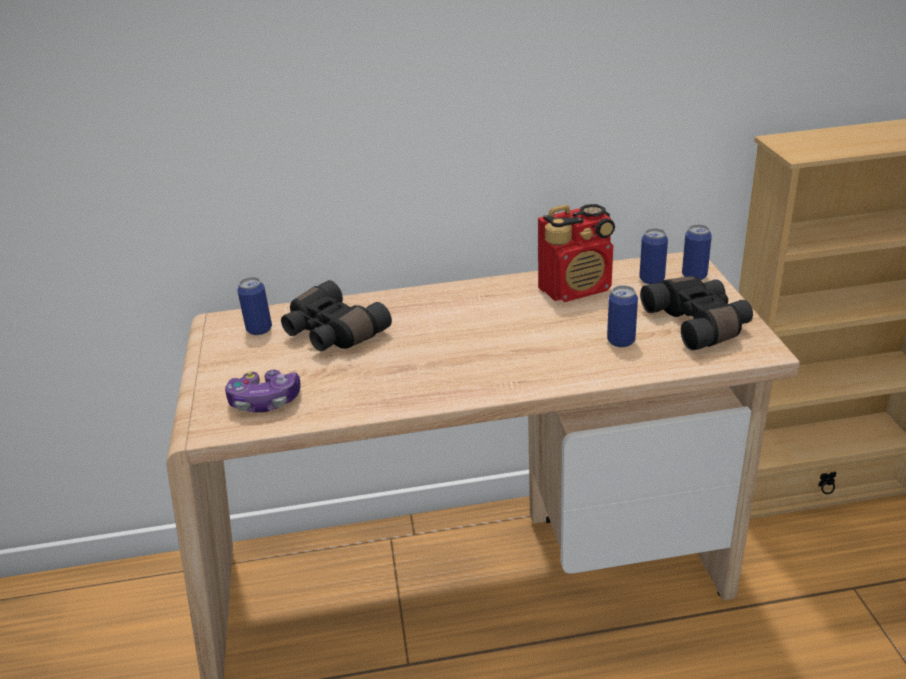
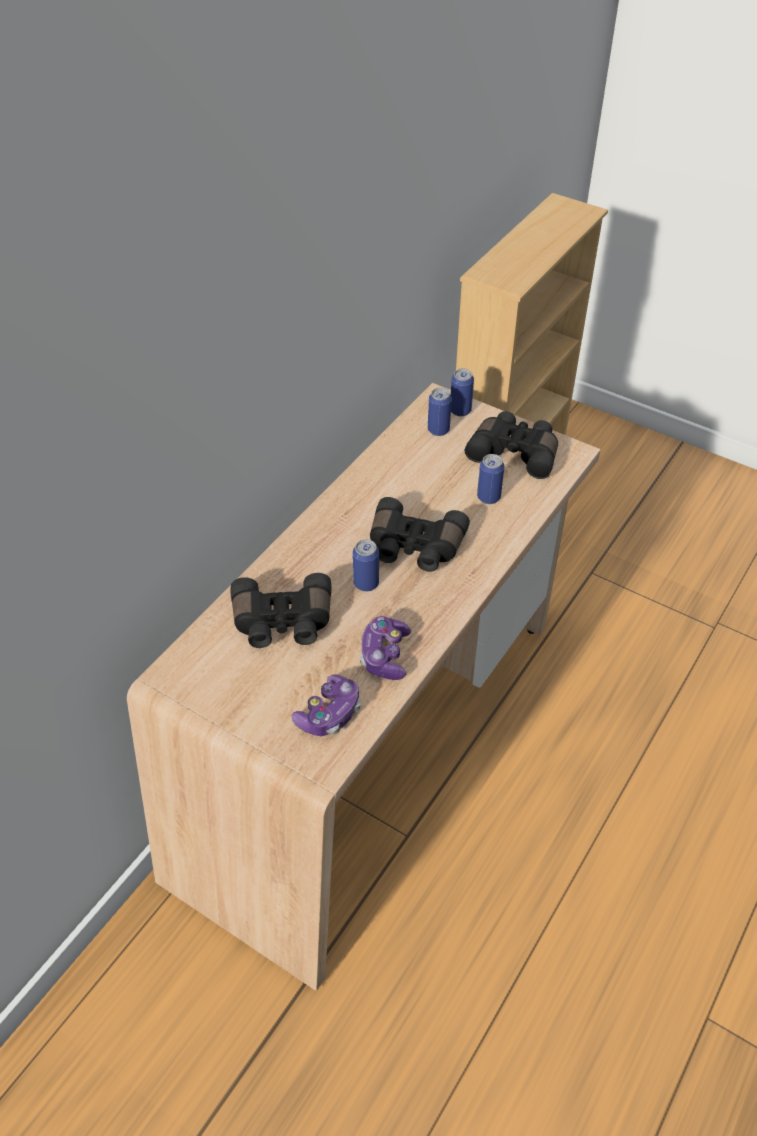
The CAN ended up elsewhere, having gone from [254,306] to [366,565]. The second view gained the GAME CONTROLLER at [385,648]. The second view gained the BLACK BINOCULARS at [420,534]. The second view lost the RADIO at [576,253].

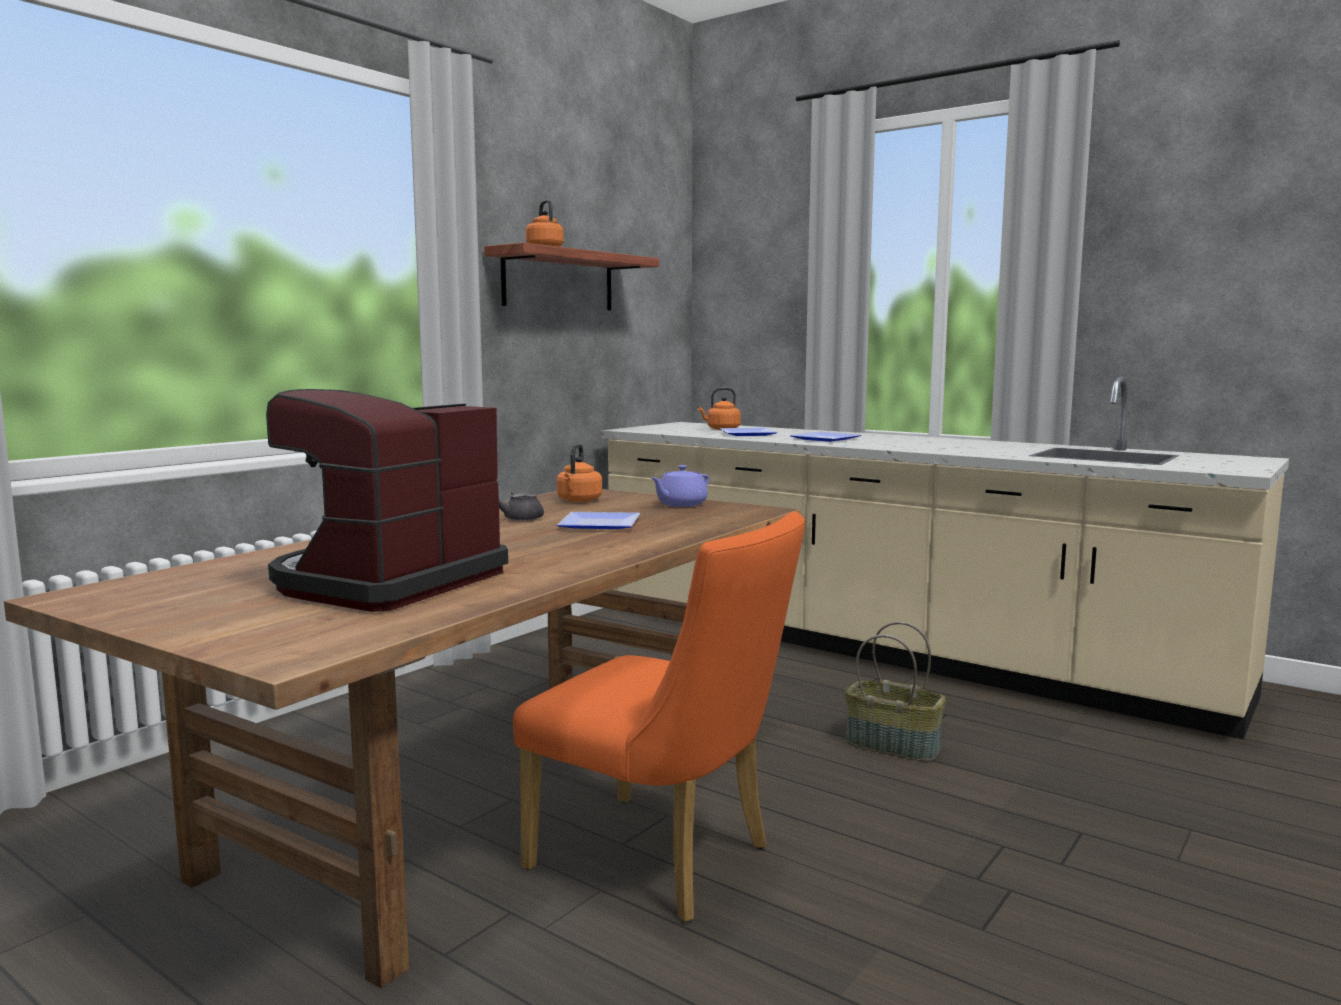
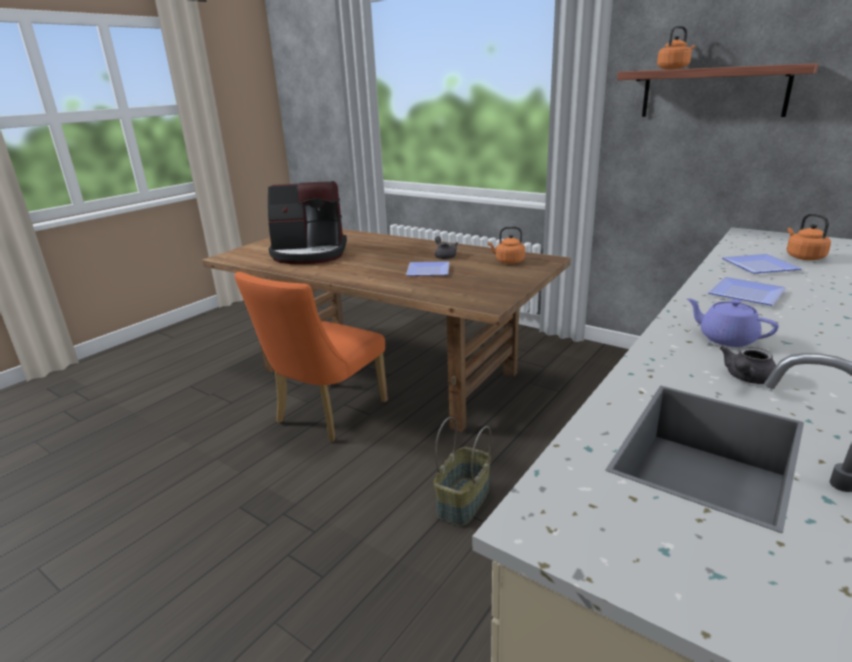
The COFFEE MACHINE at [387,500] ended up facing another way, 150 degrees clockwise from before. The PURPLE TEAPOT ended up elsewhere, having gone from [680,486] to [732,322]. The second view gained the GREY TEAPOT at [748,365].

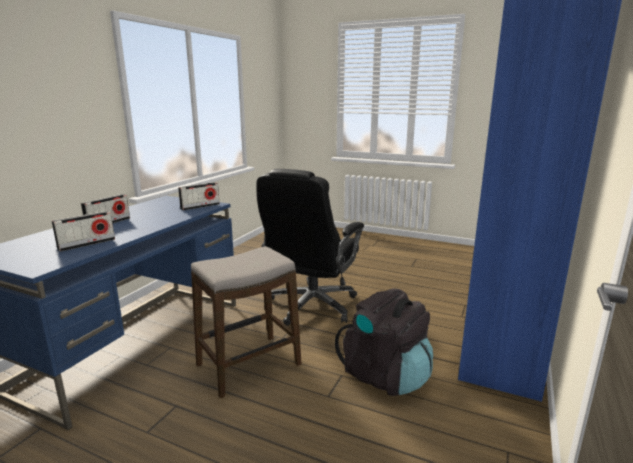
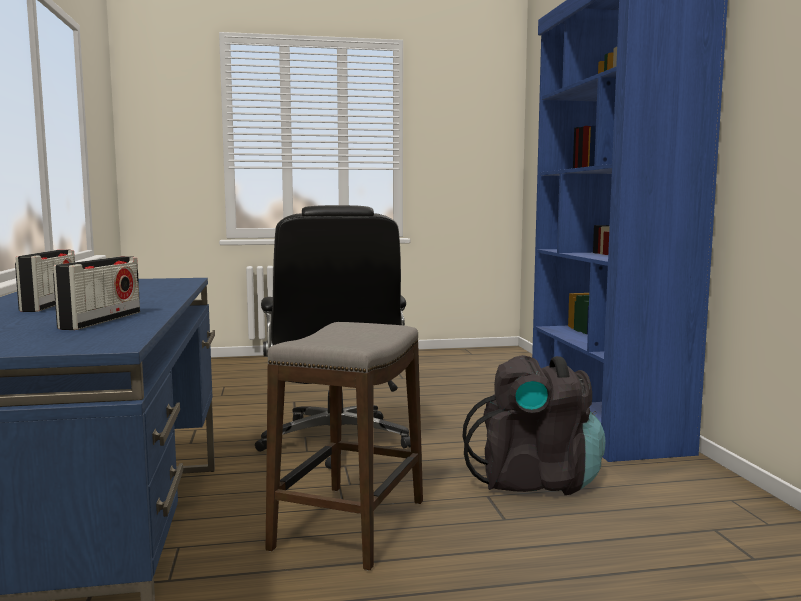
The second view lost the RADIO at [199,196].

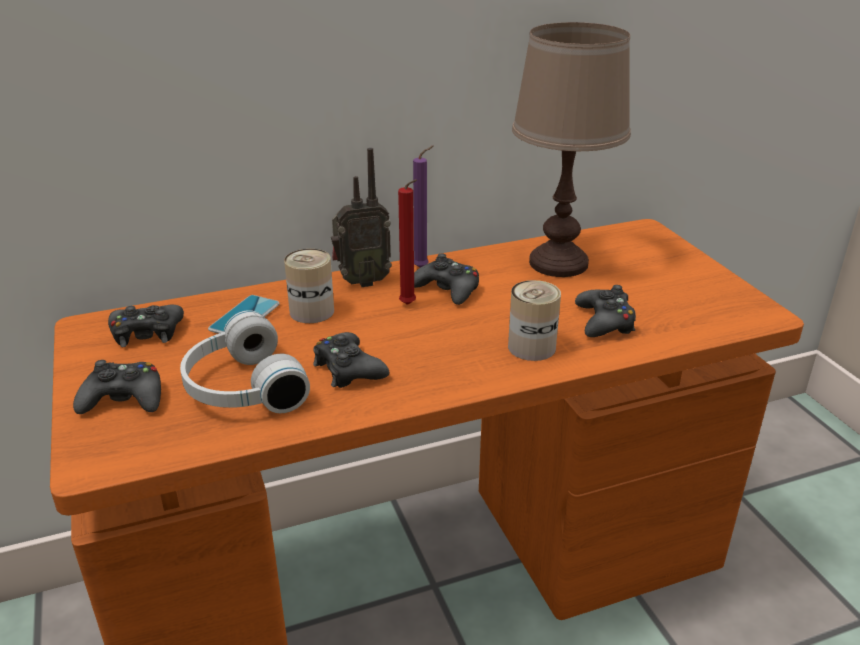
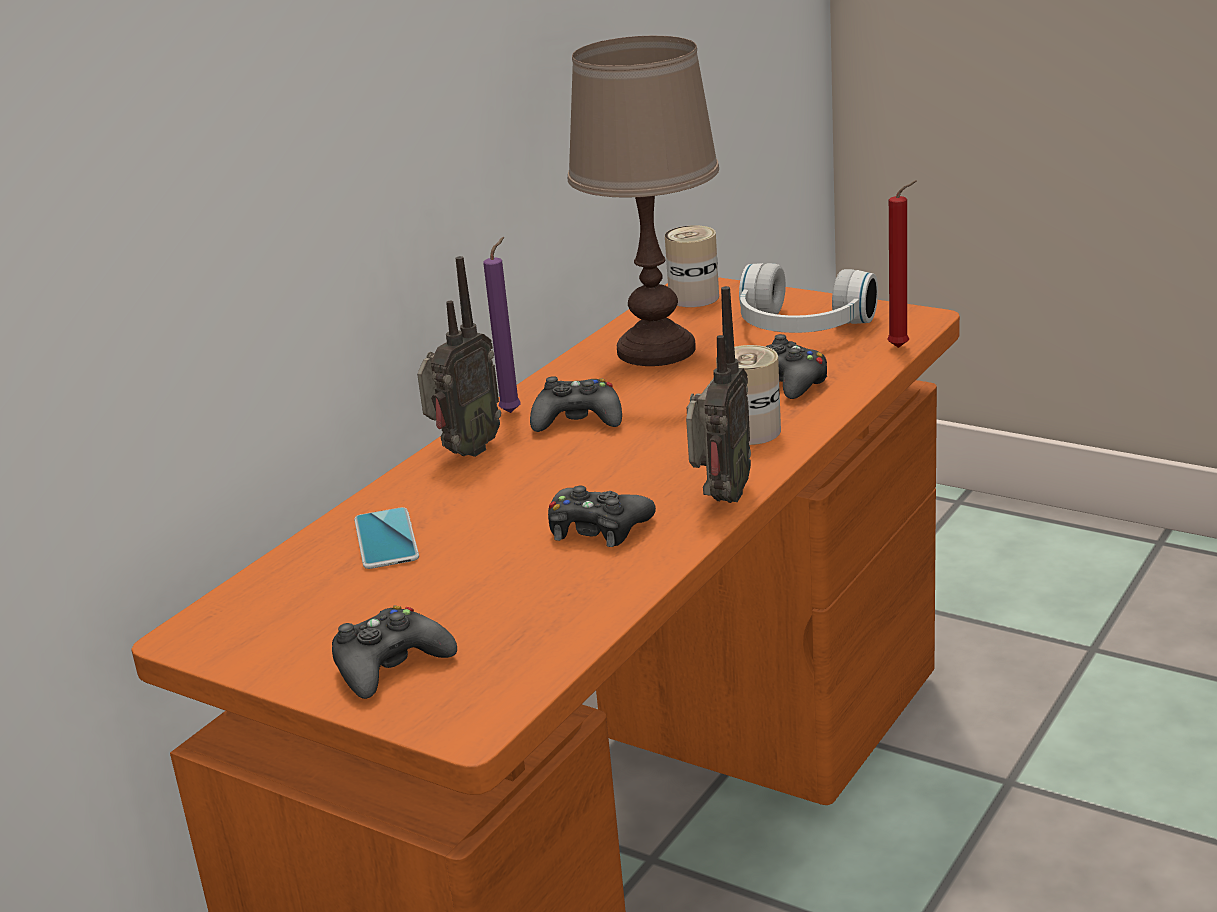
The CAN ended up elsewhere, having gone from [309,286] to [692,266]. The second view gained the RADIO at [718,394]. The WHITE HEADPHONES ended up elsewhere, having gone from [245,361] to [808,298]. The RED CANDLE ended up elsewhere, having gone from [407,242] to [902,264]. The second view lost the BLACK GAME CONTROLLER at [146,326].

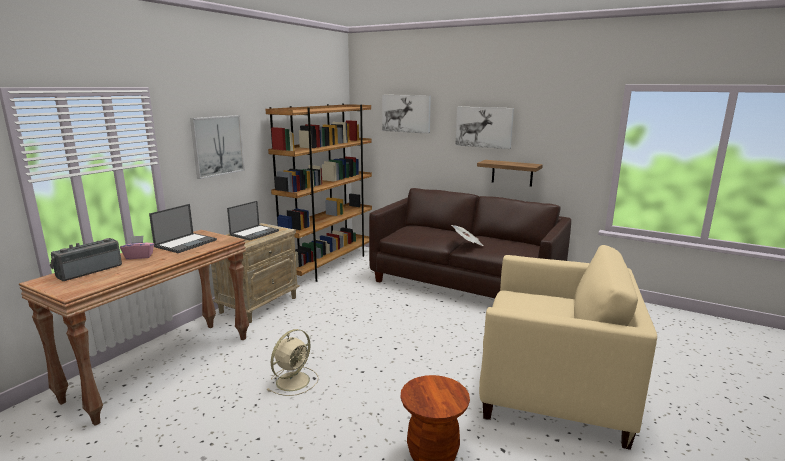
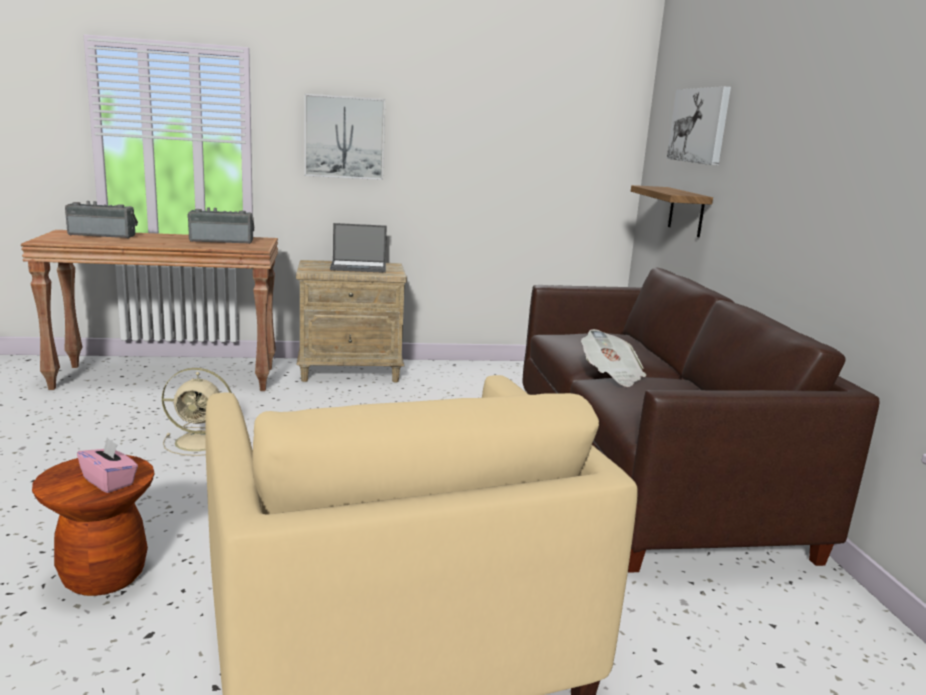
The PINK TISSUE BOX ended up elsewhere, having gone from [137,247] to [107,465]. Where the LAPTOP stood at [183,228], the RADIO came to stand at [221,225]. The SHELF ended up elsewhere, having gone from [510,173] to [672,211]. The second view lost the BROWN BOOKCASE at [318,193]. The second view lost the PICTURE at [485,128].

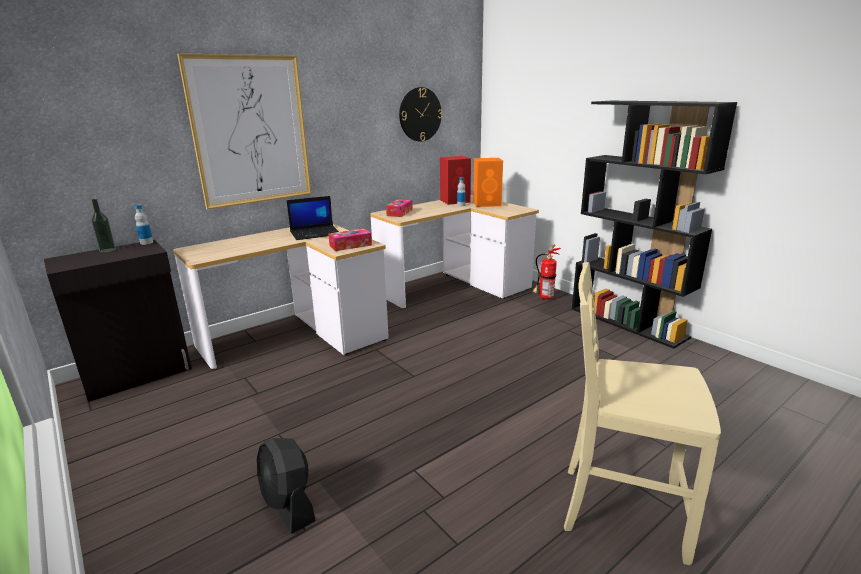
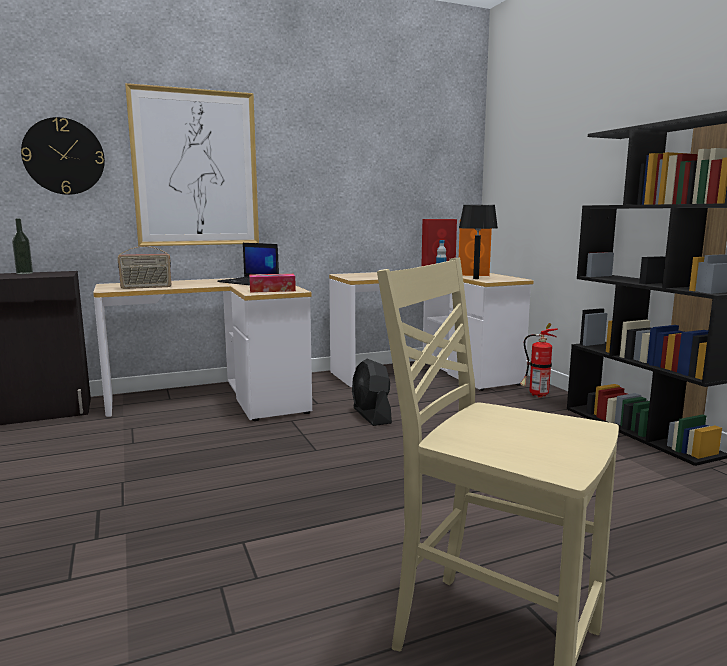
The WALL CLOCK ended up elsewhere, having gone from [420,114] to [63,156]. The second view gained the RADIO at [144,267]. The LAPTOP at [313,218] ended up facing another way, 45 degrees clockwise from before. The BLACK FAN ended up elsewhere, having gone from [286,486] to [372,392]. The second view gained the BLACK TABLE LAMP at [478,242]. The second view lost the BOTTLE at [144,225]. The second view lost the TISSUE BOX at [399,208].

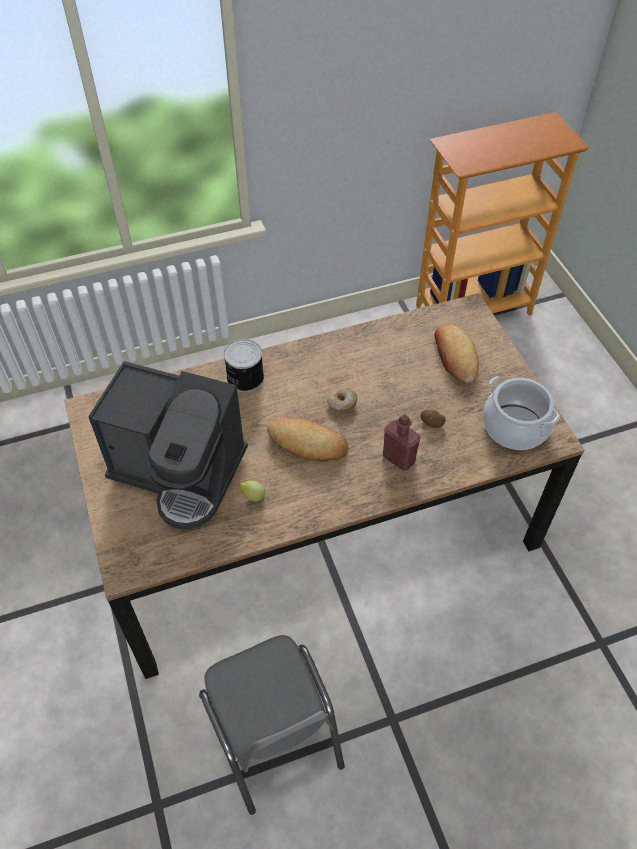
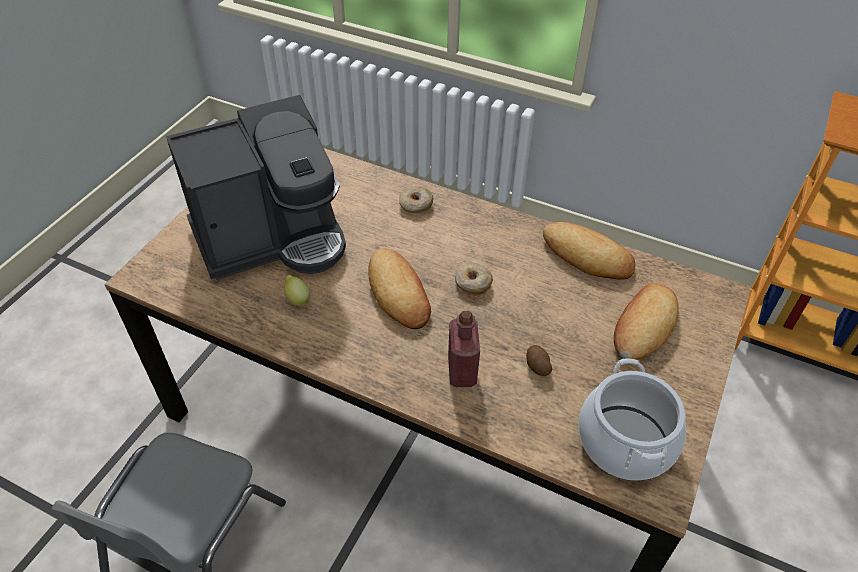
The COFFEE MACHINE at [168,445] ended up facing another way, 90 degrees counterclockwise from before. Where the CAN stood at [244,365], the DONUT came to stand at [416,199]. The second view gained the BREAD at [589,250].

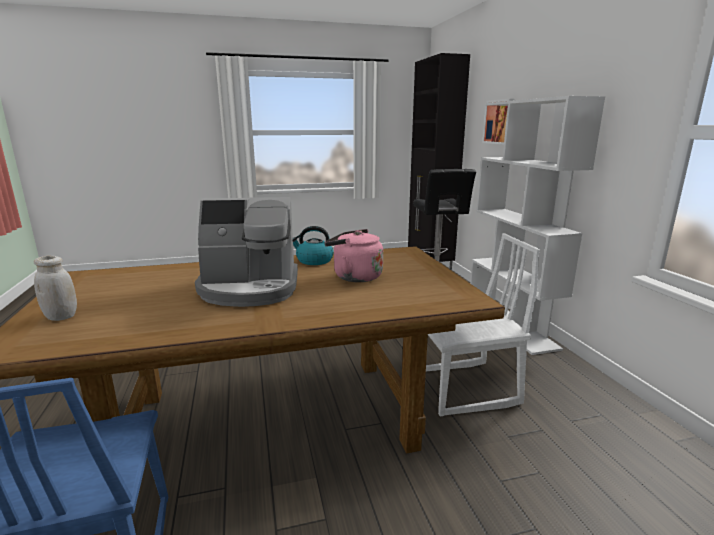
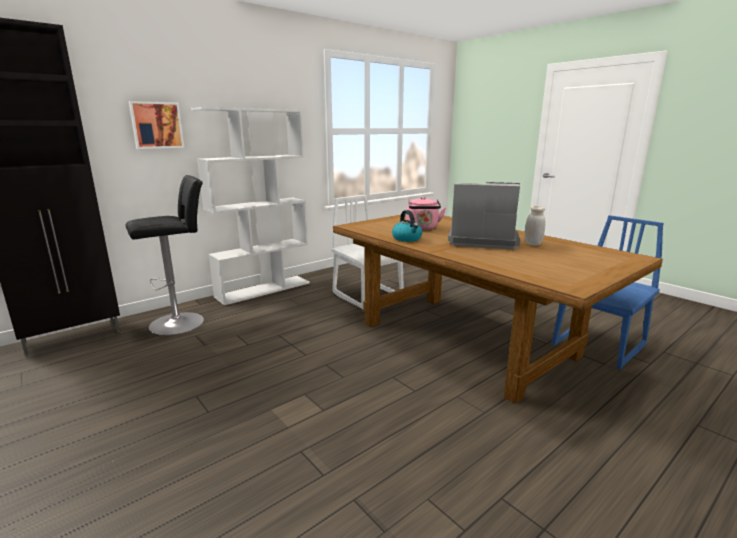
The COFFEE MACHINE at [246,252] ended up facing another way, 45 degrees counterclockwise from before. The WHITE JAR ended up elsewhere, having gone from [55,288] to [535,225].

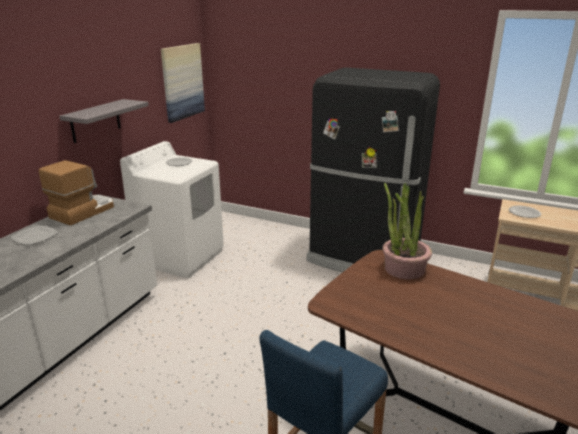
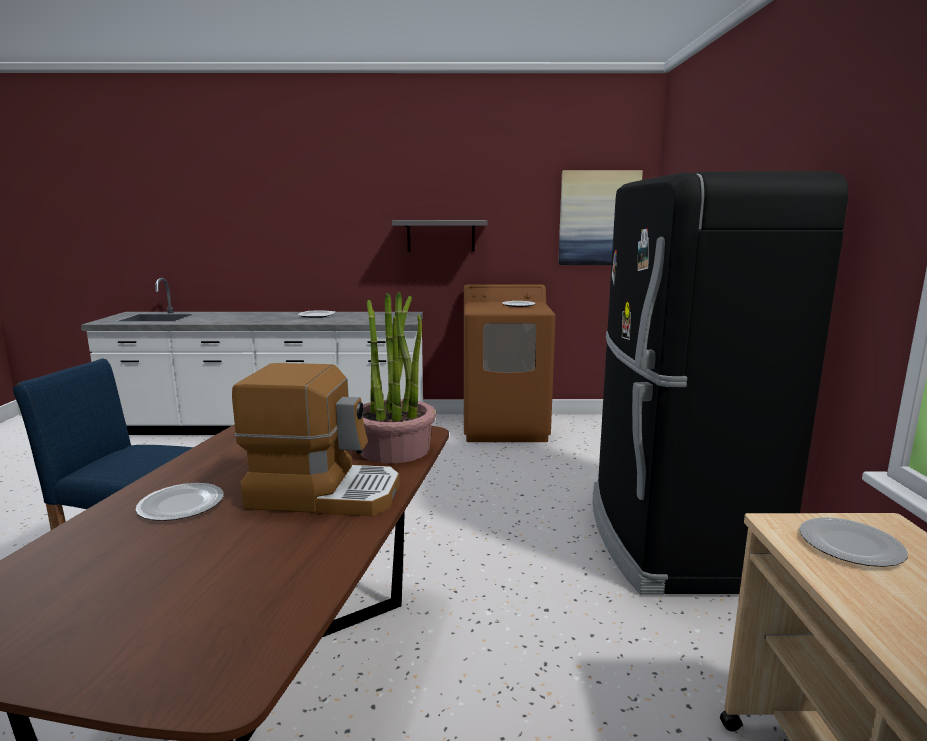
The second view gained the PLATE at [180,502]. The COFFEE MACHINE ended up elsewhere, having gone from [76,193] to [316,439]. What was the WHITE WASHING MACHINE at [172,209] turned into the BROWN WASHING MACHINE at [510,363].

